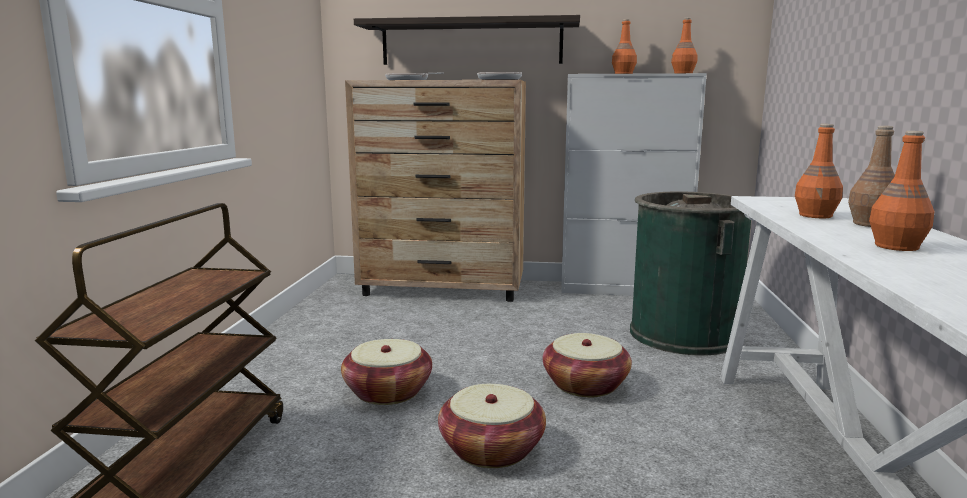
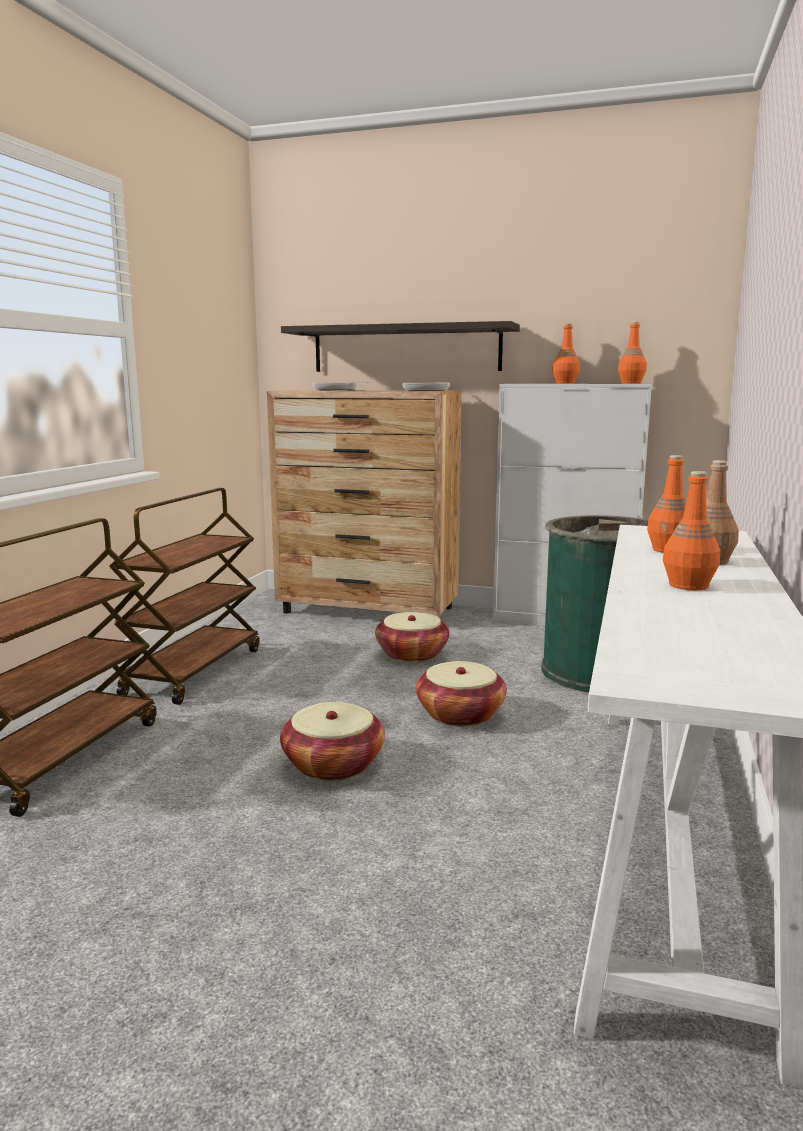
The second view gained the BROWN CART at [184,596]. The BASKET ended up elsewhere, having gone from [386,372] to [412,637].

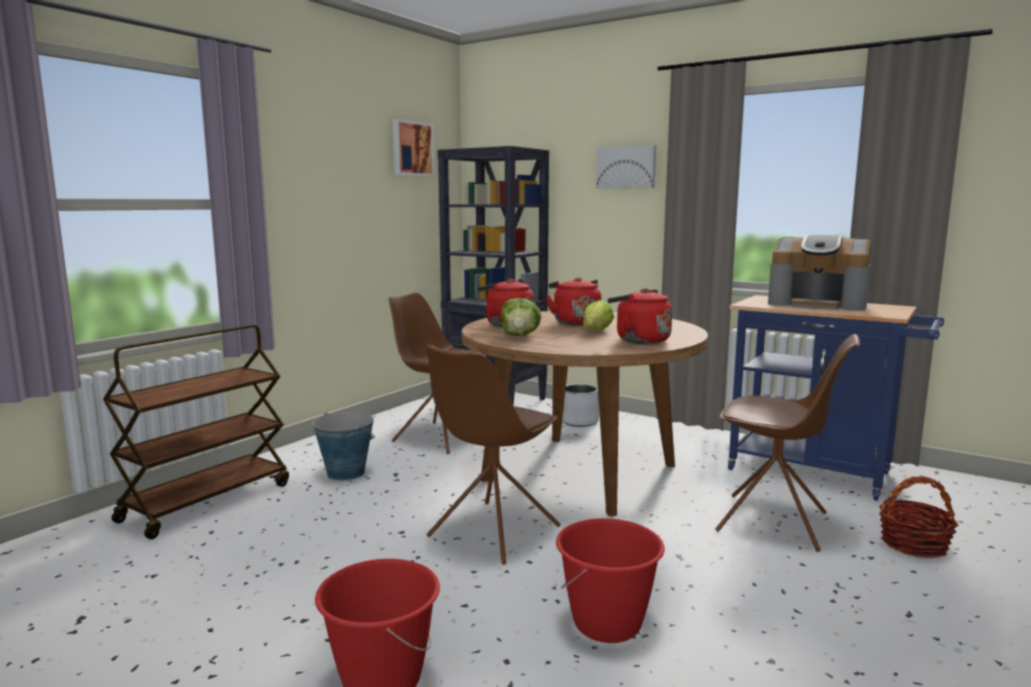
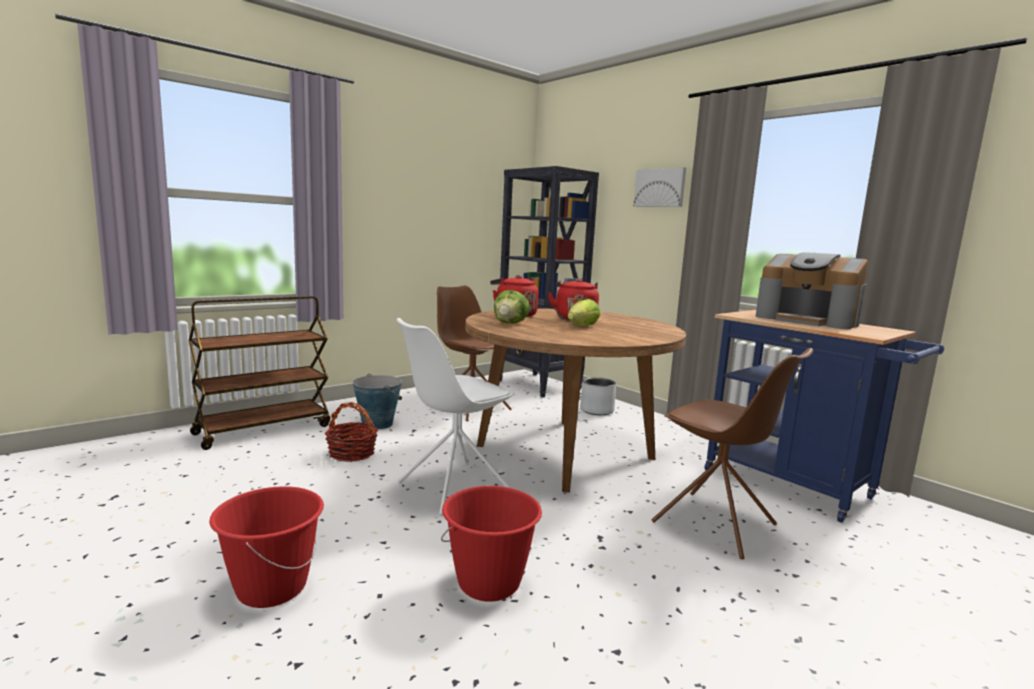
The BASKET ended up elsewhere, having gone from [918,517] to [351,432]. What was the BROWN CHAIR at [493,455] turned into the WHITE CHAIR at [456,417]. The second view lost the PICTURE at [413,147]. The second view lost the RED KETTLE at [639,316].

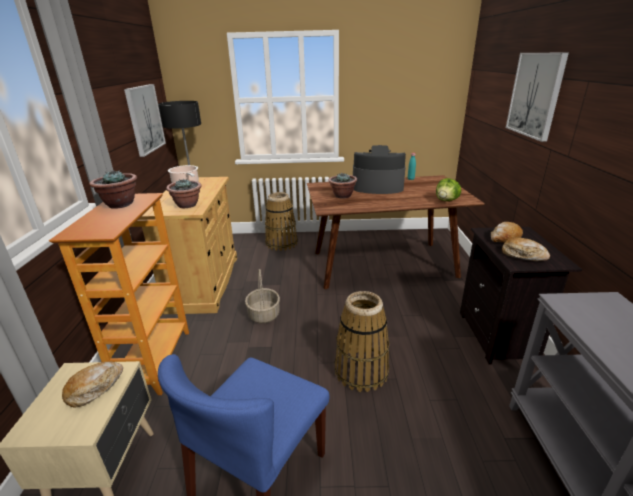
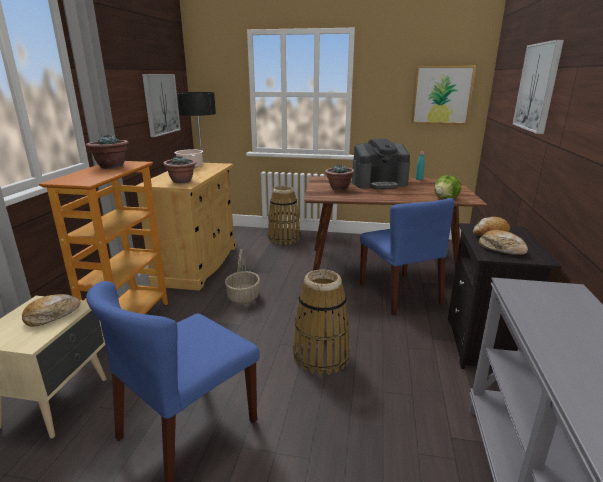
The COFFEE MACHINE at [379,169] ended up facing another way, 150 degrees clockwise from before. The second view gained the BLUE CHAIR at [407,257]. The second view gained the PICTURE at [443,95].

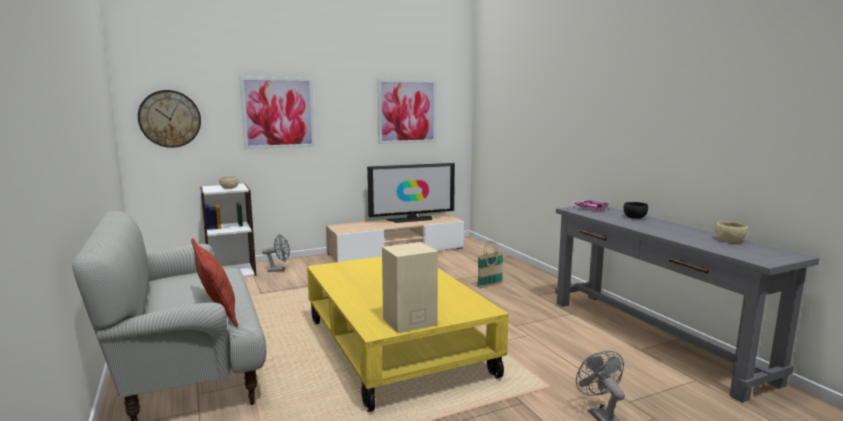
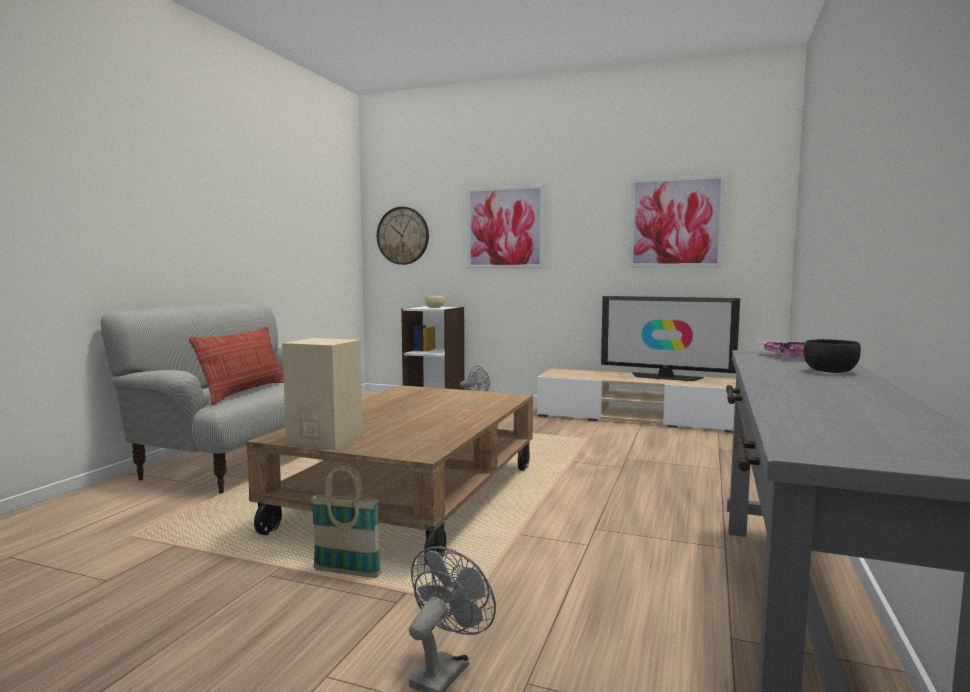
What was the YELLOW COFFEE TABLE at [408,334] turned into the BROWN COFFEE TABLE at [389,474]. The BASKET ended up elsewhere, having gone from [490,264] to [346,522]. The second view lost the BEIGE BOWL at [731,231].

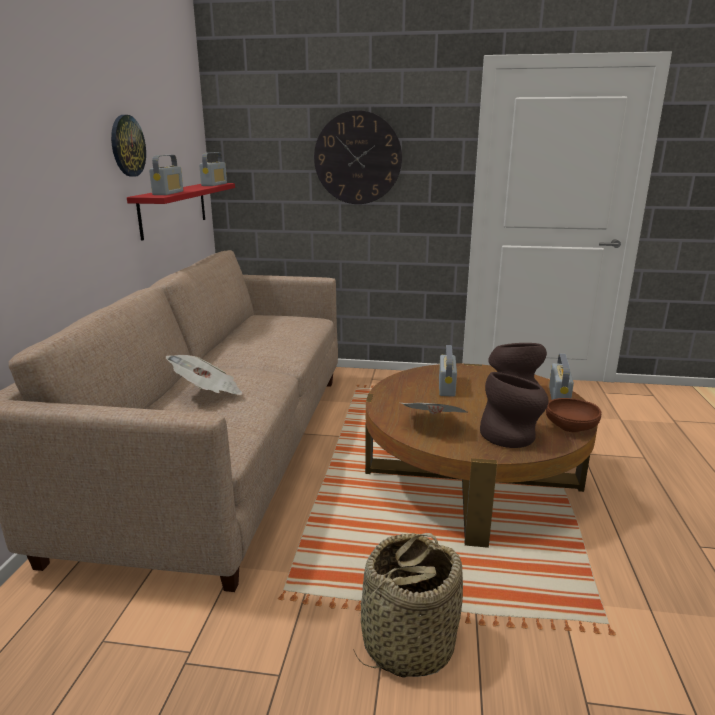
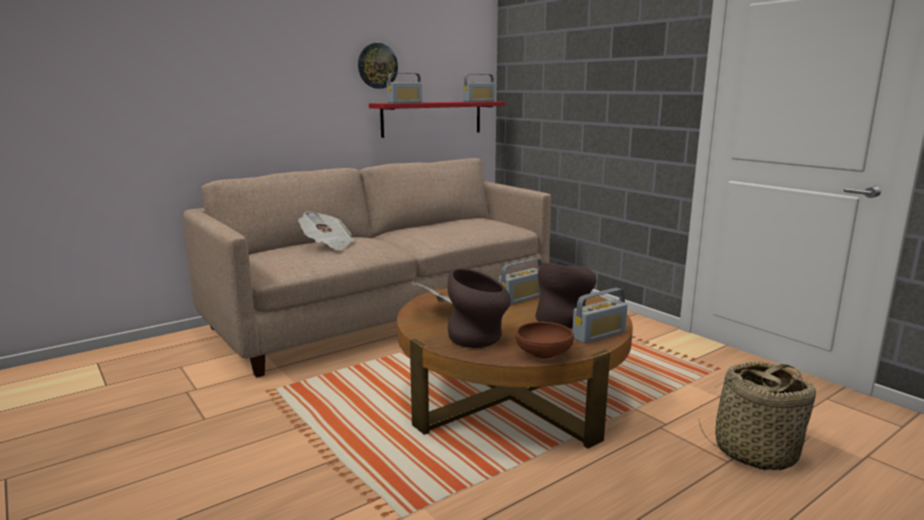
The BASKET ended up elsewhere, having gone from [408,605] to [757,416]. The second view lost the WALL CLOCK at [358,157].

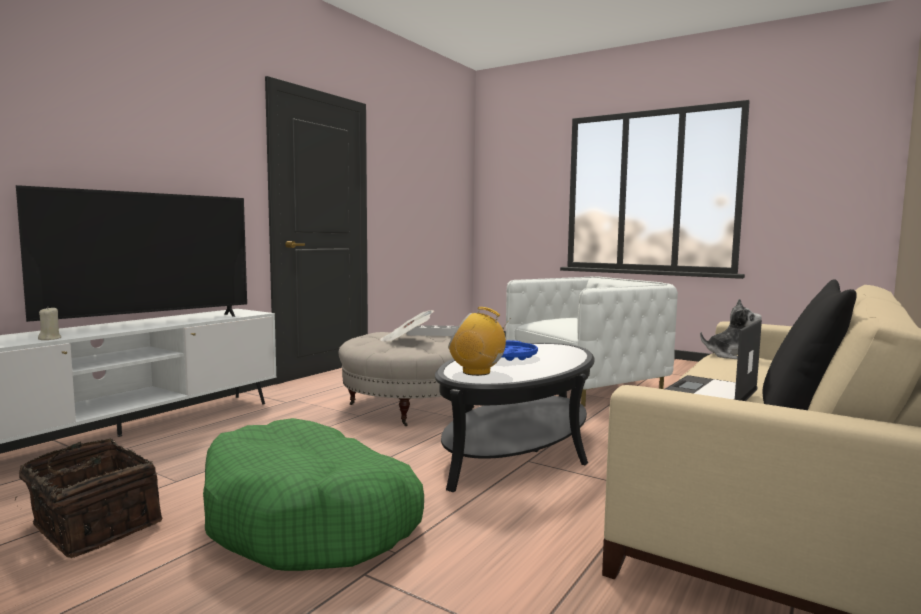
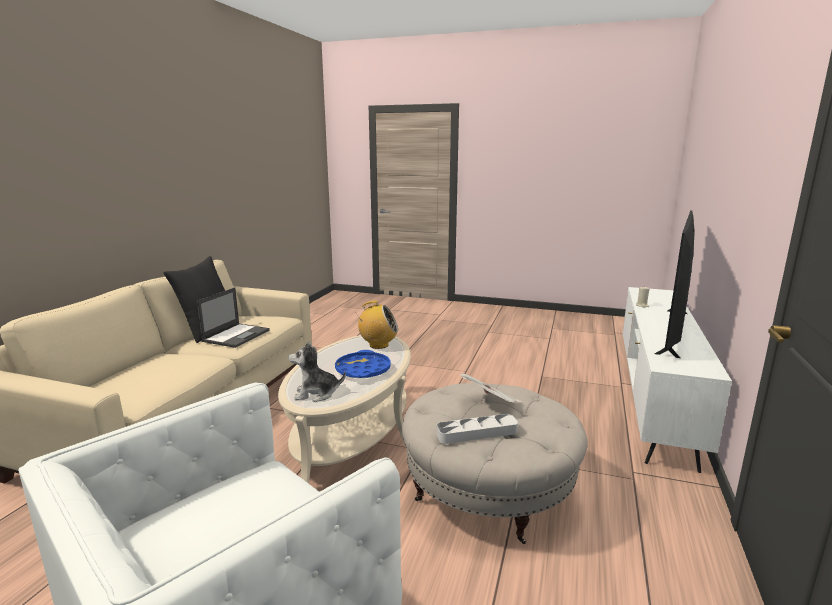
What was the BLACK COFFEE TABLE at [515,417] turned into the BEIGE COFFEE TABLE at [344,409]. The PLUSH TOY ended up elsewhere, having gone from [731,328] to [317,371]. The second view lost the BASKET at [89,498]. The second view lost the GREEN DOG BED at [313,494].

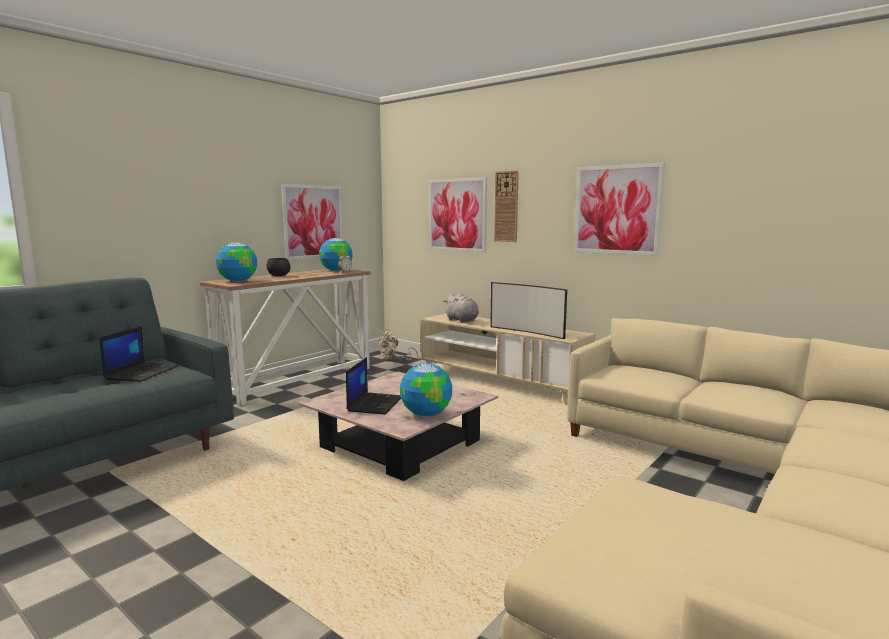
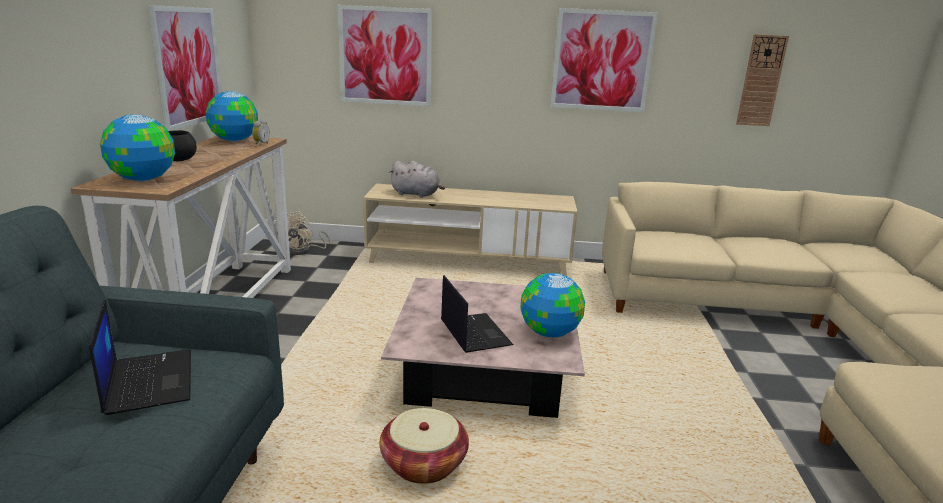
The second view gained the BASKET at [424,446]. The WALL CLOCK ended up elsewhere, having gone from [506,206] to [762,80]. The second view lost the TELEVISION at [528,310].

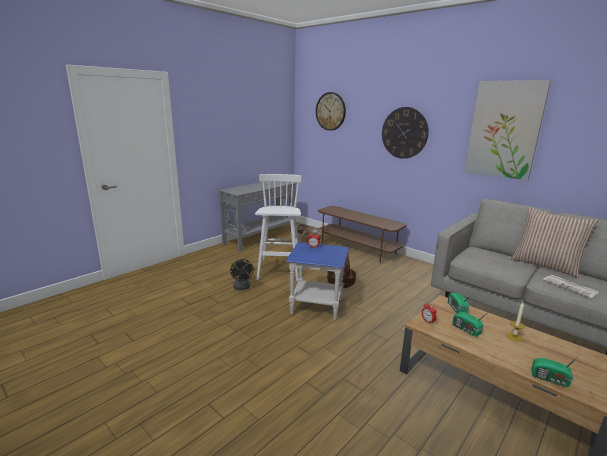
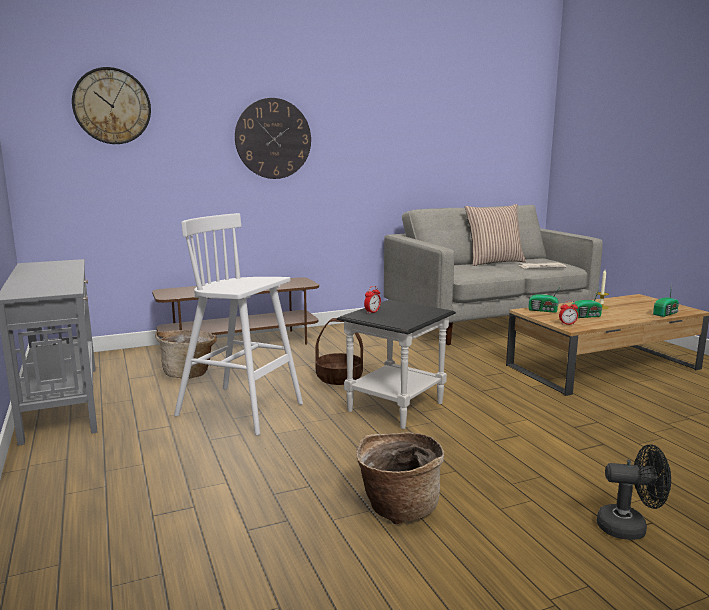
What was the BLUE SIDE TABLE at [317,281] turned into the BLACK SIDE TABLE at [396,364]. The second view gained the BASKET at [400,478]. The BLACK FAN ended up elsewhere, having gone from [242,274] to [634,492]. The second view lost the PICTURE at [507,130].

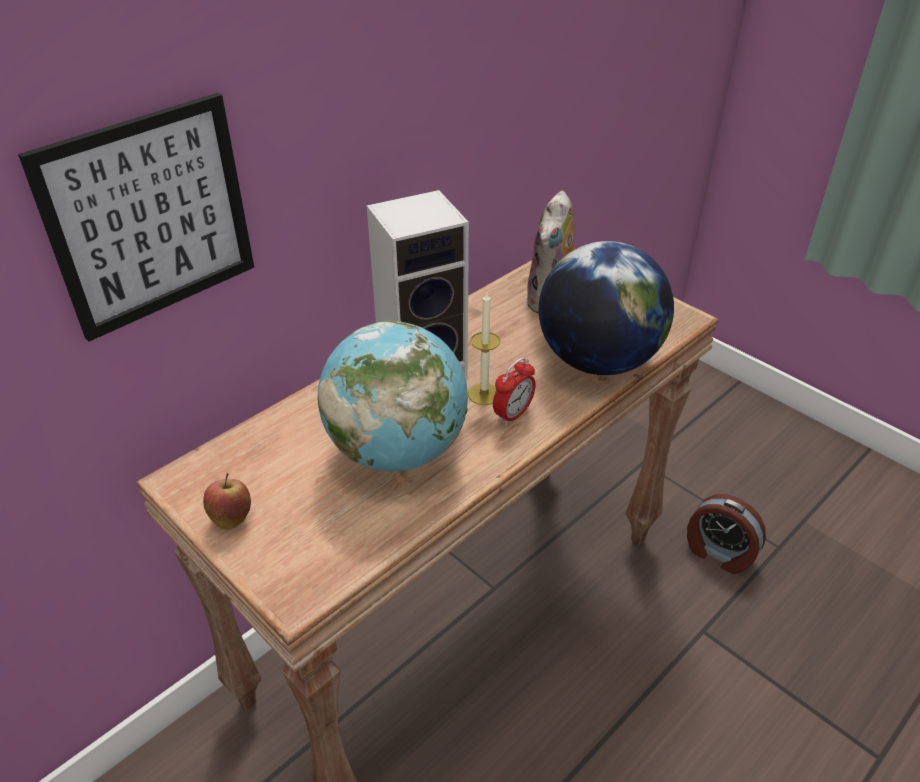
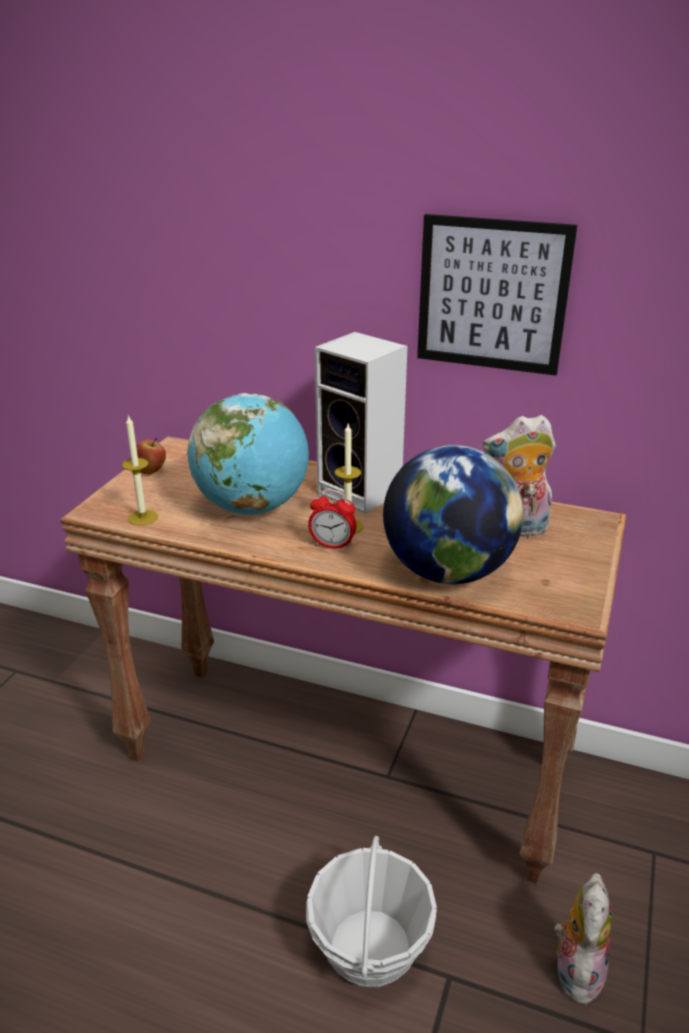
The second view gained the CANDLE at [140,470]. The second view gained the BASKET at [371,912]. The PICTURE ended up elsewhere, having gone from [136,217] to [497,295]. Where the ALARM CLOCK stood at [726,534], the PLUSH TOY came to stand at [582,940].

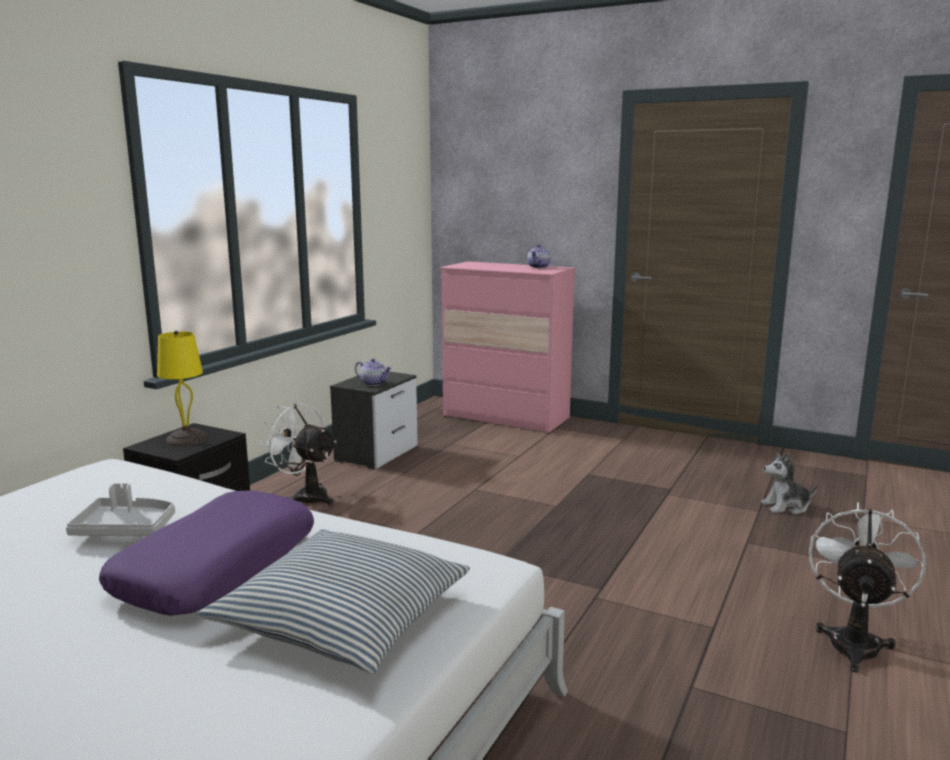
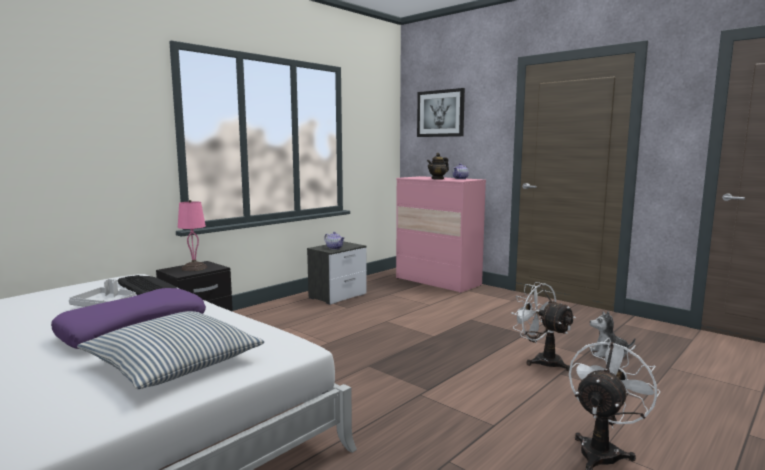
The second view gained the KEYBOARD at [147,285]. What was the YELLOW TABLE LAMP at [182,388] turned into the PINK TABLE LAMP at [193,235]. The second view gained the PICTURE at [441,112]. The second view gained the TEAPOT at [438,166]. The WHITE FAN ended up elsewhere, having gone from [298,454] to [543,326].

